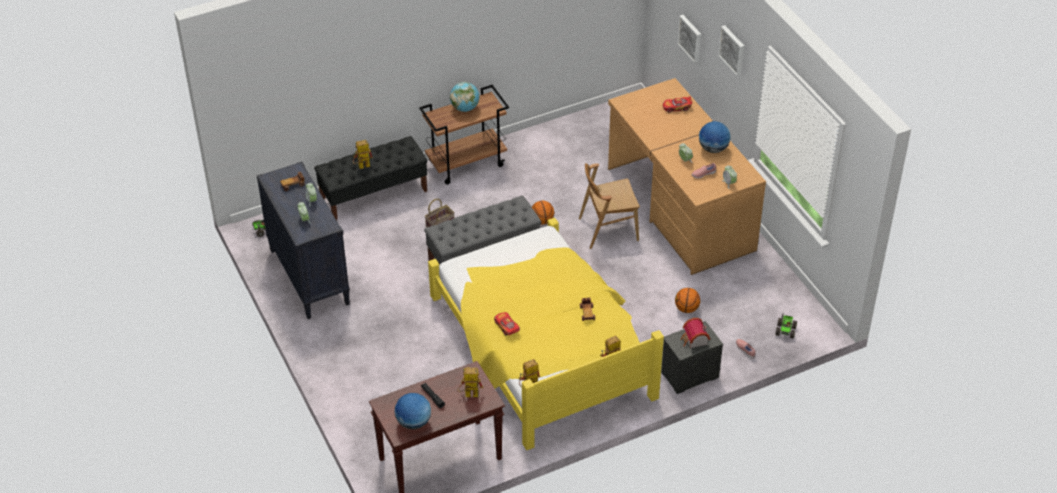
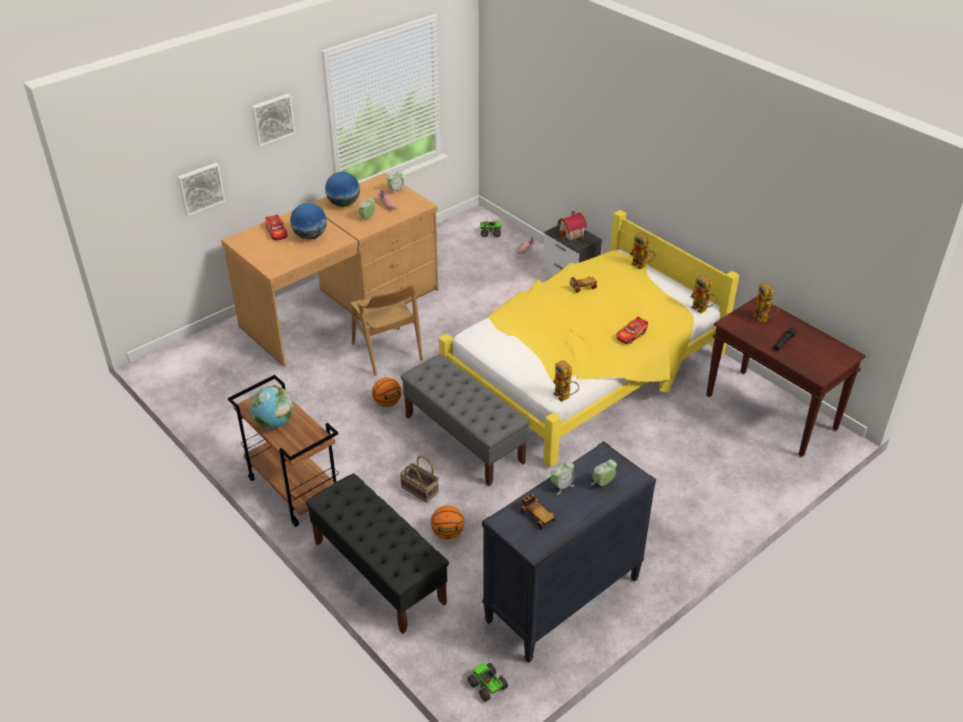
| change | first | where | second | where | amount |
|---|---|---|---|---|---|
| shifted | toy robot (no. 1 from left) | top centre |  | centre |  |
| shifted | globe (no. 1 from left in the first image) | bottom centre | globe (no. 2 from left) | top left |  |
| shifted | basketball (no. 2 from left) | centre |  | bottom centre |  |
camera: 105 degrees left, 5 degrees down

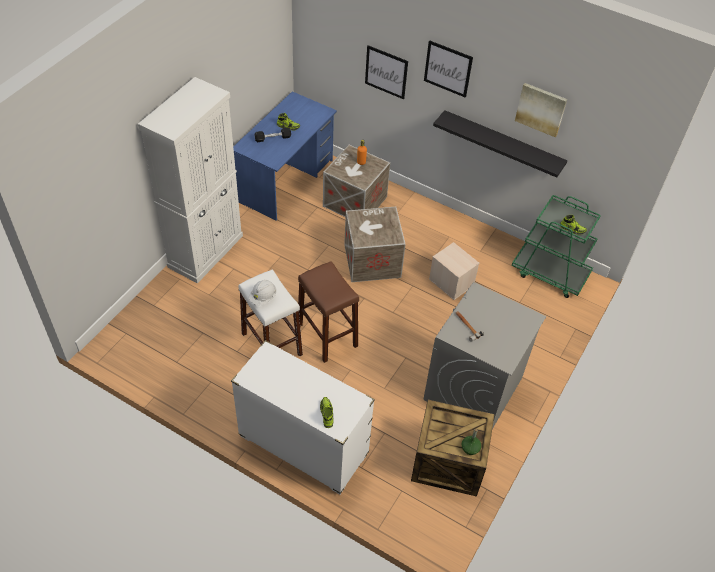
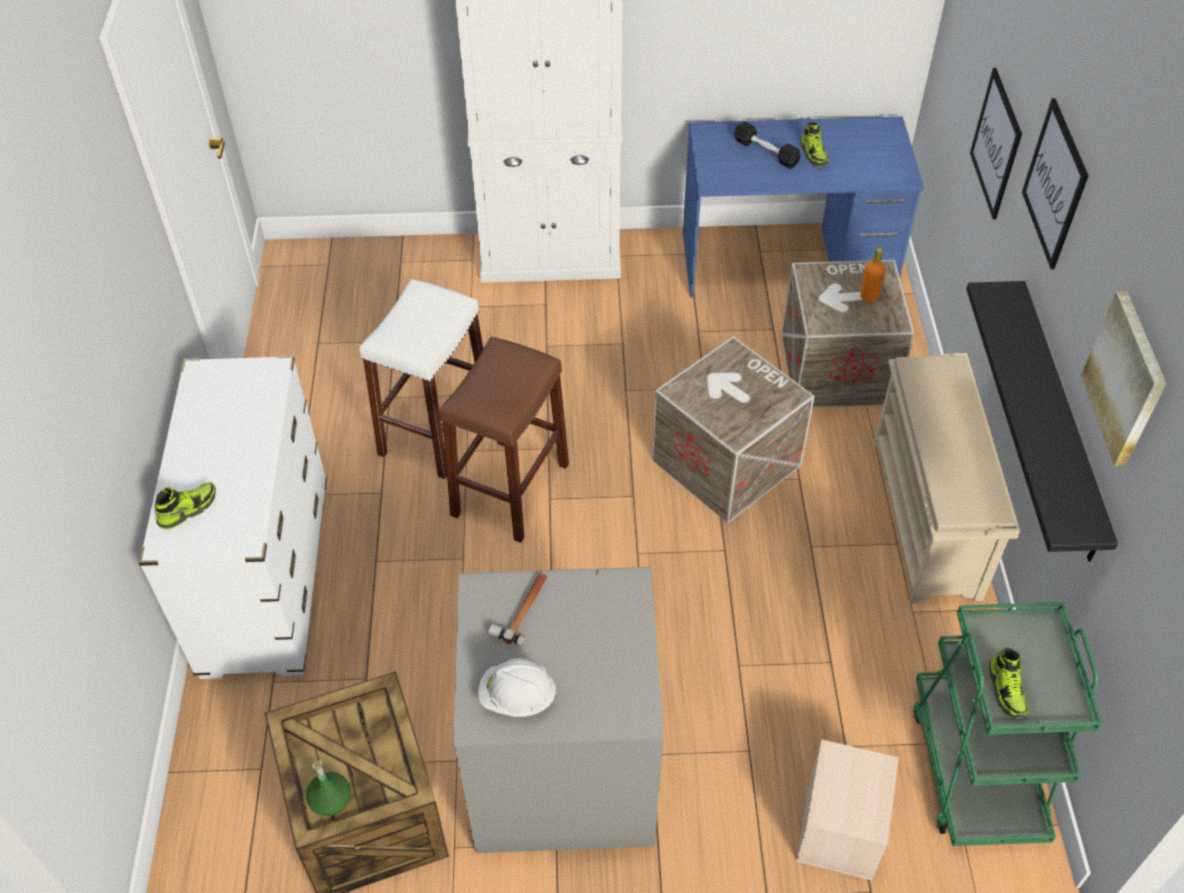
| change | first | where | second | where | amount |
|---|---|---|---|---|---|
| new |  |  | beige shoe rack | middle right |  |
| shifted | white hard hat | centre |  | bottom centre |  |
| shifted | beige storage box | centre |  | bottom right |  |
camera: 60 degrees right, 0 degrees up

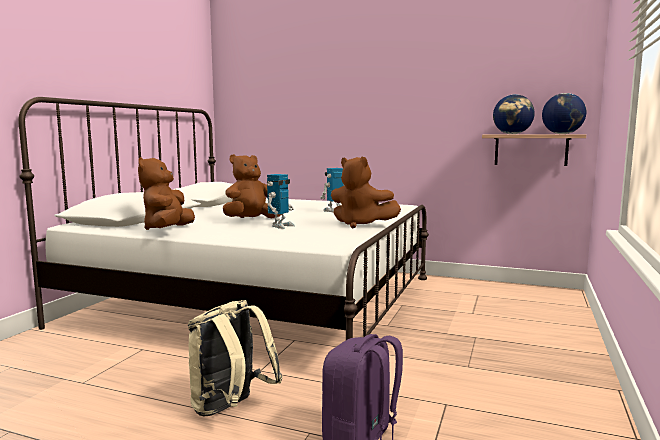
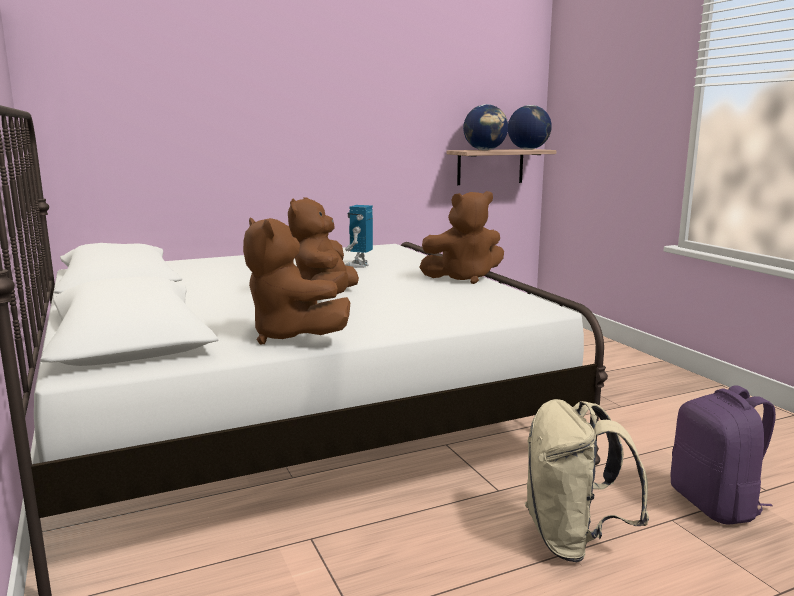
| change | first | where | second | where | amount |
|---|---|---|---|---|---|
| gone | toy robot (no. 1 from left) | centre |  |  |  |
camera: 45 degrees left, 5 degrees up

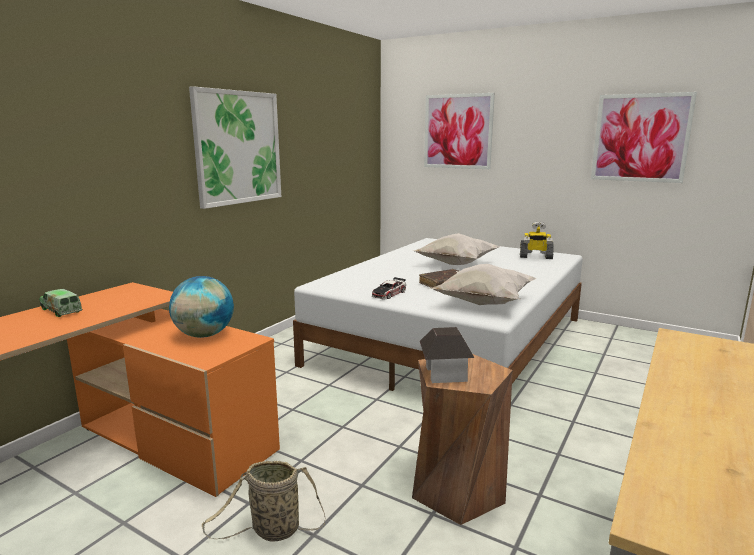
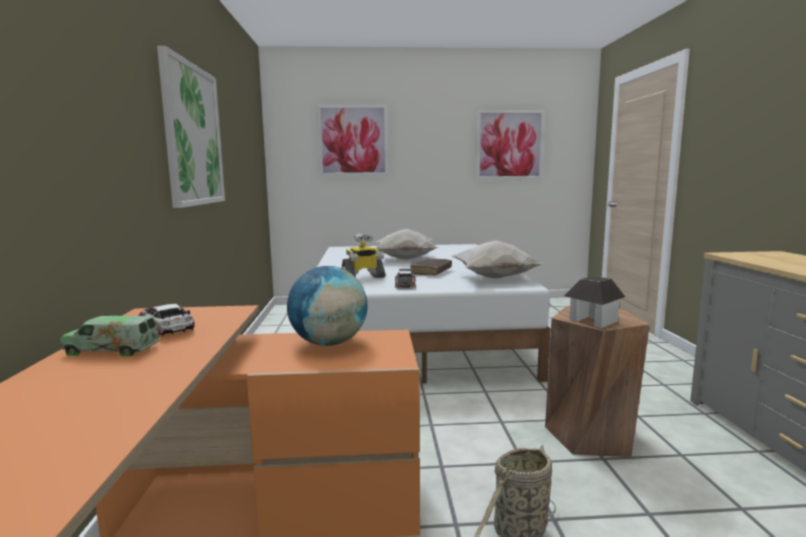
| change | first | where | second | where | amount |
|---|---|---|---|---|---|
| new |  |  | toy car (no. 1 from left) | middle left |  |
| shifted | toy robot | middle right |  | centre |  |
camera: 35 degrees left, 5 degrees down

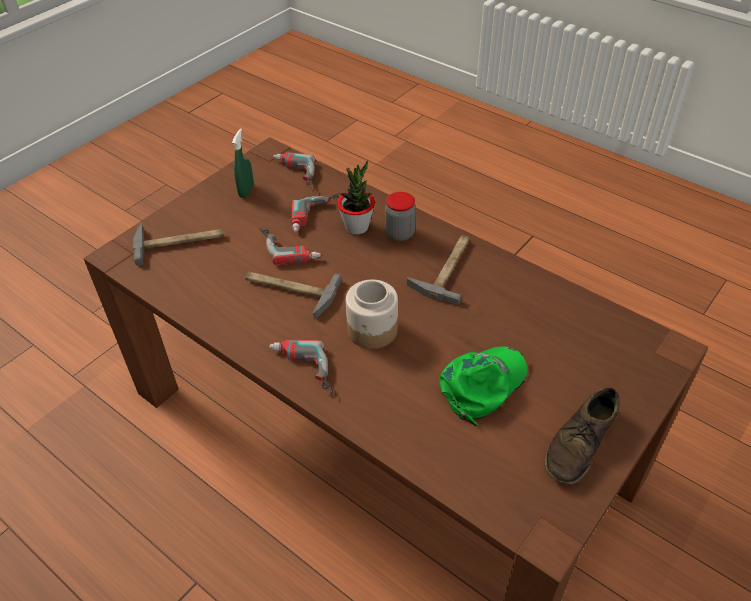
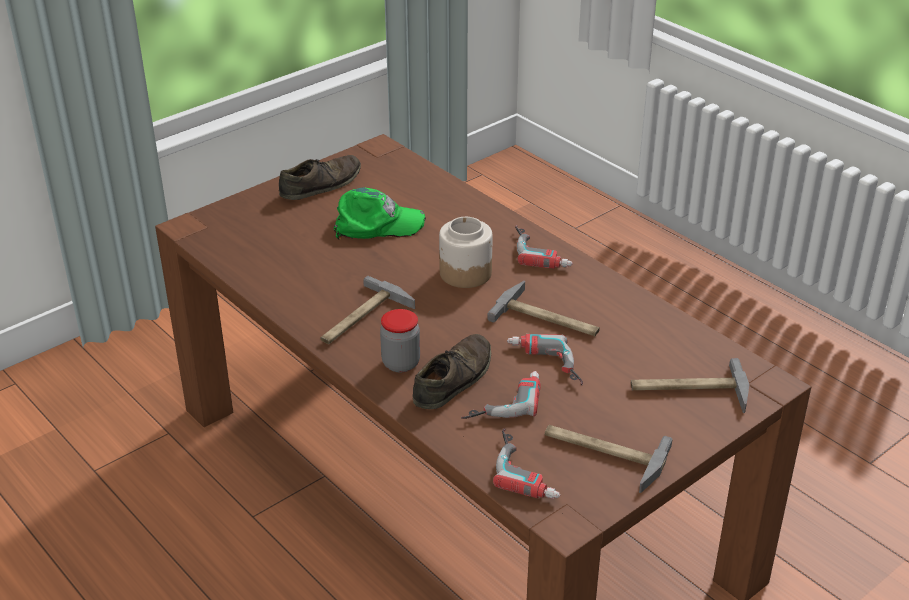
| change | first | where | second | where | amount |
|---|---|---|---|---|---|
| swapped | green spray bottle | top left | hammer (no. 3 from left) | bottom right |  |
| swapped | potted plant | top centre | brown shoe (no. 2 from left) | centre |  |
| rotated | green cap | centre |  | centre | 150 degrees counterclockwise |
camera: 170 degrees left, 10 degrees down

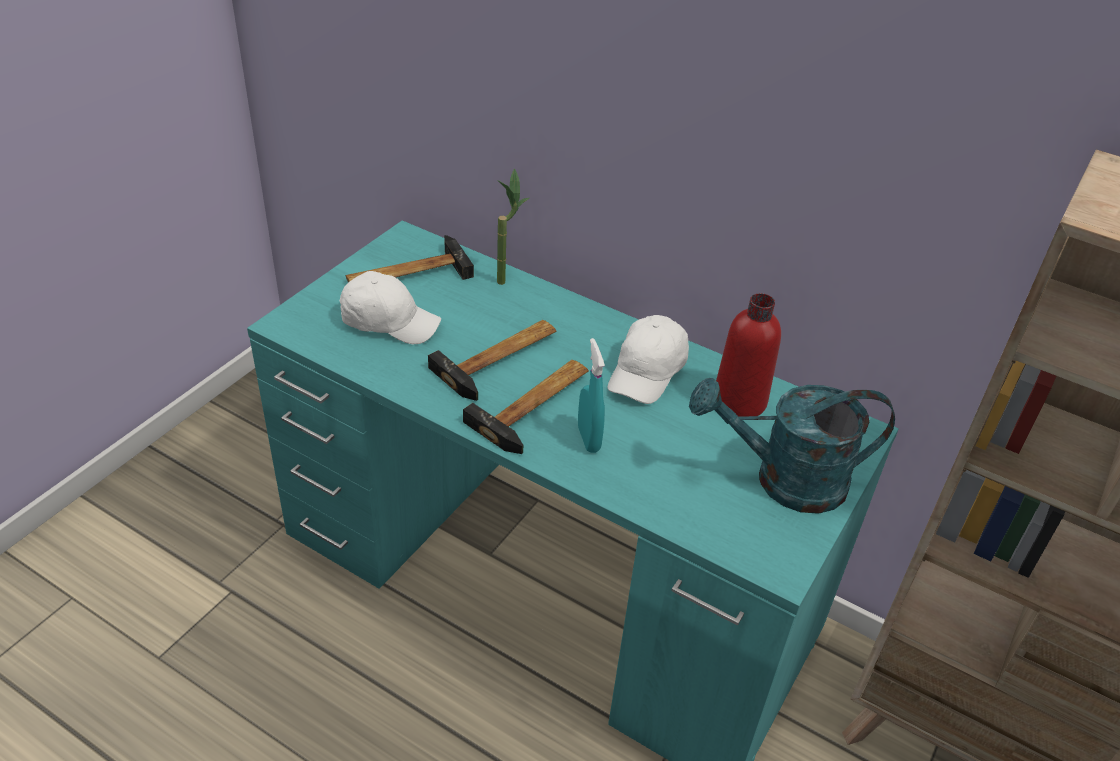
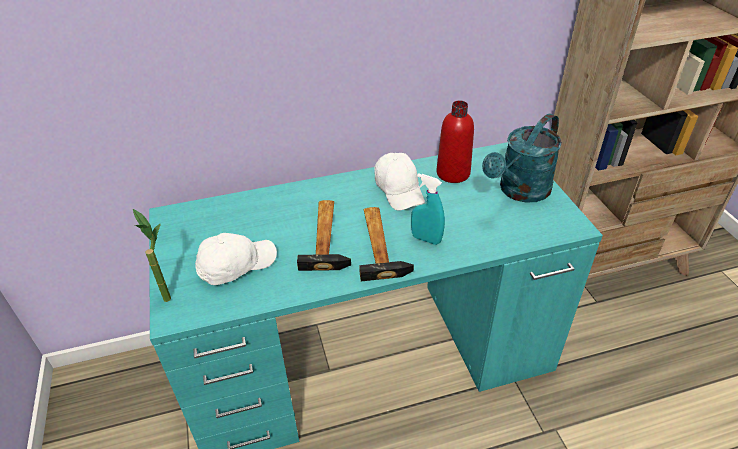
| change | first | where | second | where | amount |
|---|---|---|---|---|---|
| gone | hammer (no. 1 from left) | centre |  |  |  |
| shifted | potted plant | top centre |  | middle left |  |
camera: 45 degrees left, 0 degrees up

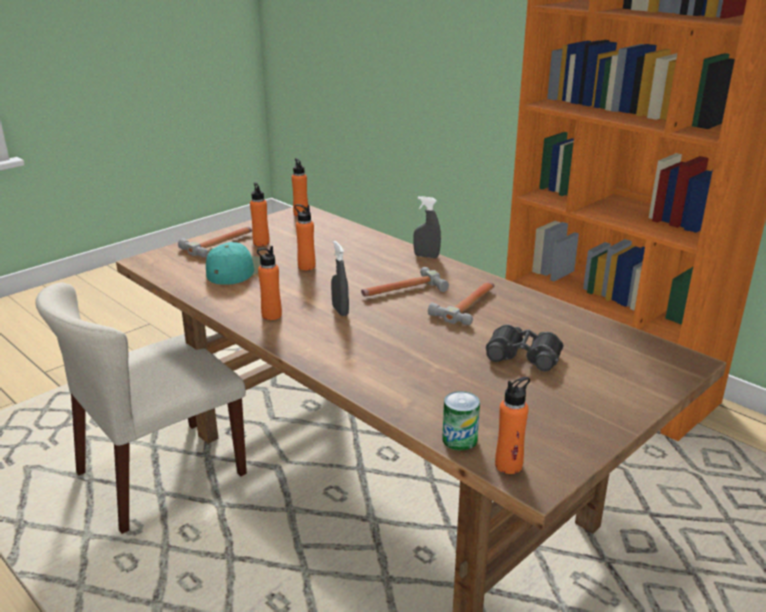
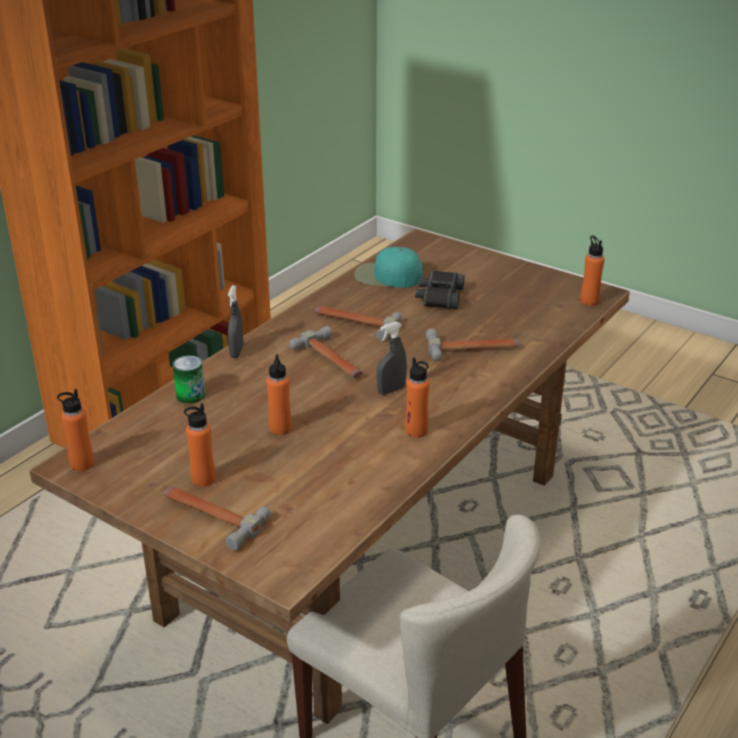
| change | first | where | second | where | amount |
|---|---|---|---|---|---|
| new |  |  | hammer (no. 4 from left) | centre |  |
| shifted | turquoise cap | middle left |  | centre |  |
| shifted | can | bottom centre |  | middle left |  |
camera: 100 degrees left, 5 degrees up

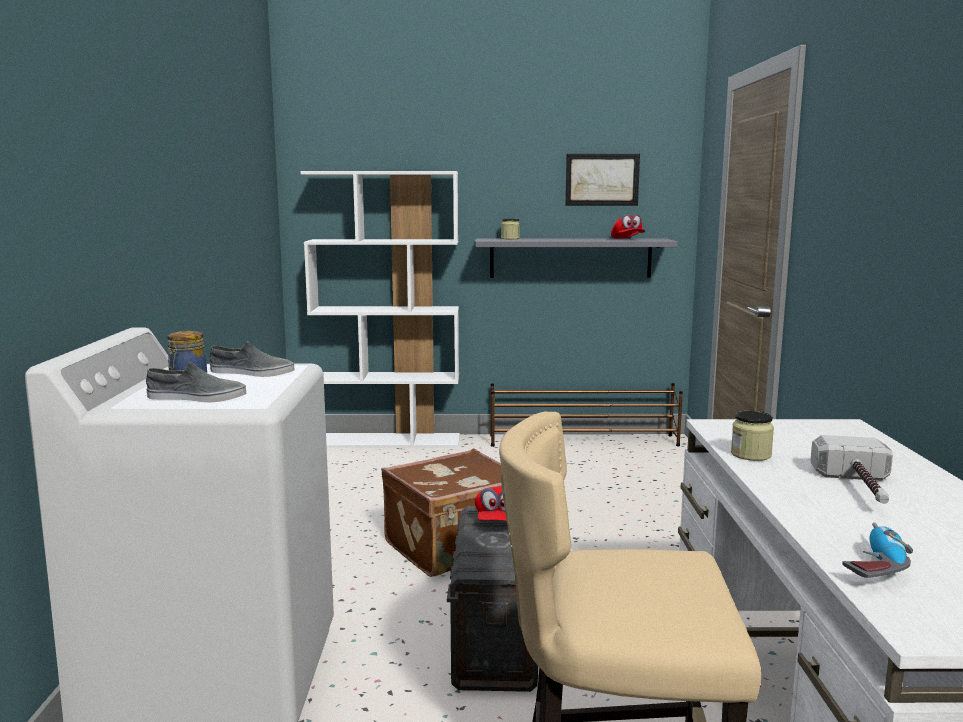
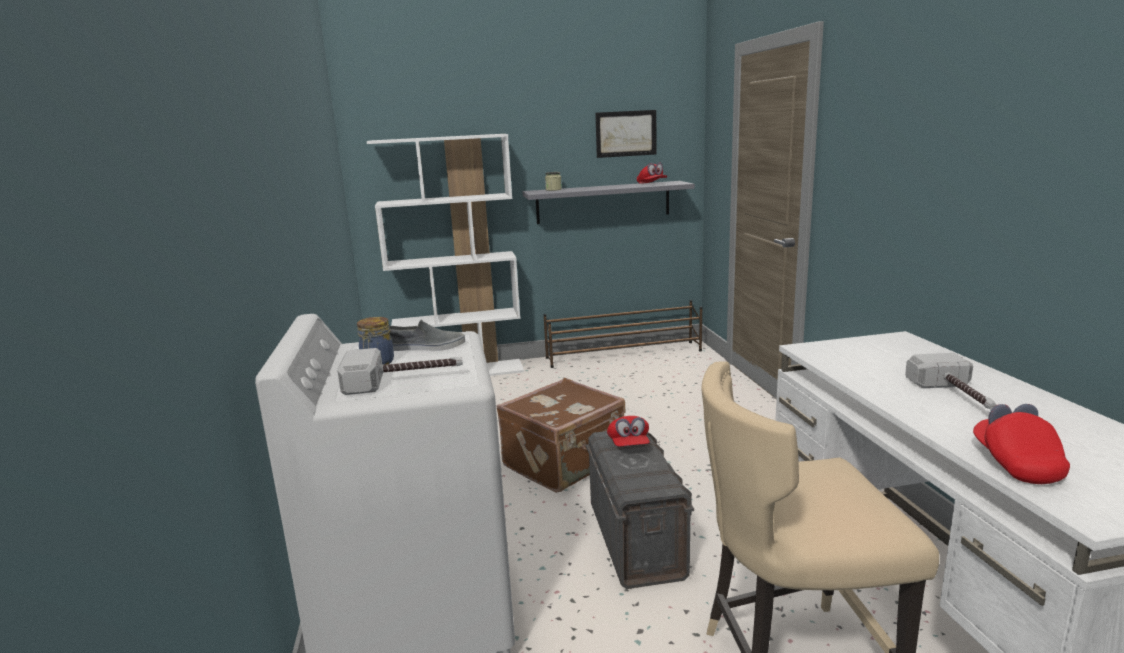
| change | first | where | second | where | amount |
|---|---|---|---|---|---|
| gone | jar (no. 3 from left) | middle right |  |  |  |
| swapped | grey shoe (no. 1 from left) | middle left | hammer (no. 1 from left) | centre |  |
| swapped | power drill | bottom right | red cap (no. 3 from left) | bottom right |  |
camera: 10 degrees left, 5 degrees up

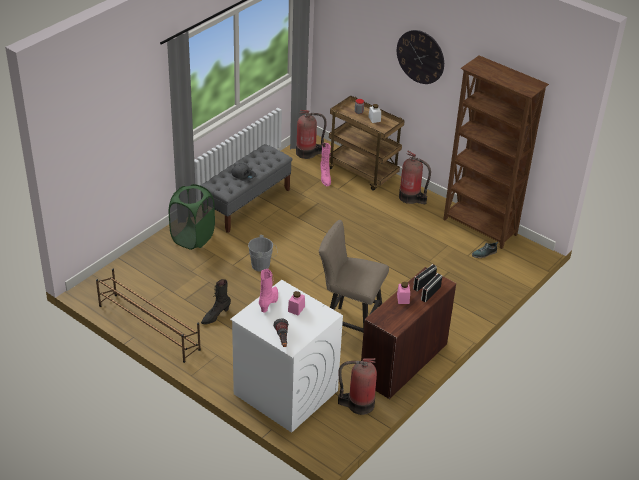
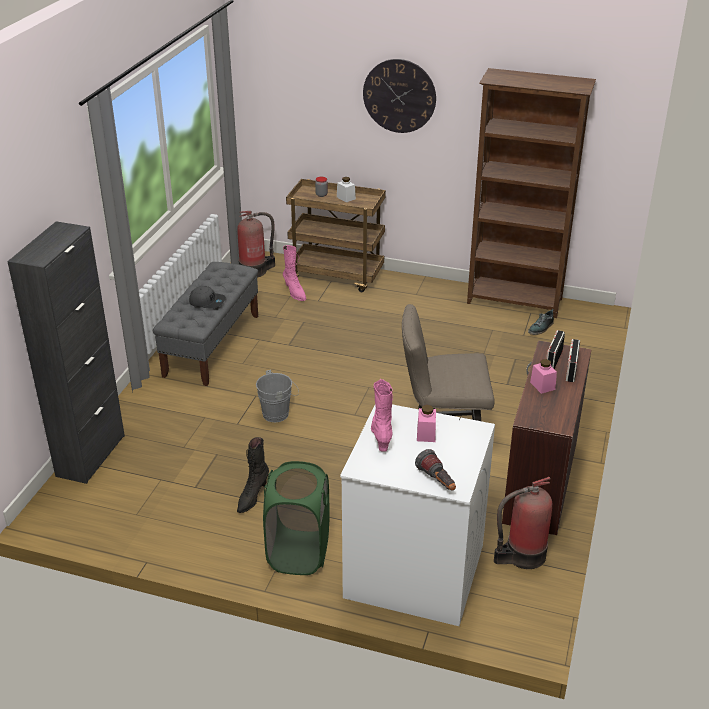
| change | first | where | second | where | amount |
|---|---|---|---|---|---|
| gone | brown shoe rack | middle left |  |  |  |
| gone | fire extinguisher (no. 3 from left) | centre |  |  |  |
| new |  |  | black cabinet | middle left |  |
| shifted | green laundry basket | middle left |  | bottom centre |  |
camera: 20 degrees left, 5 degrees down

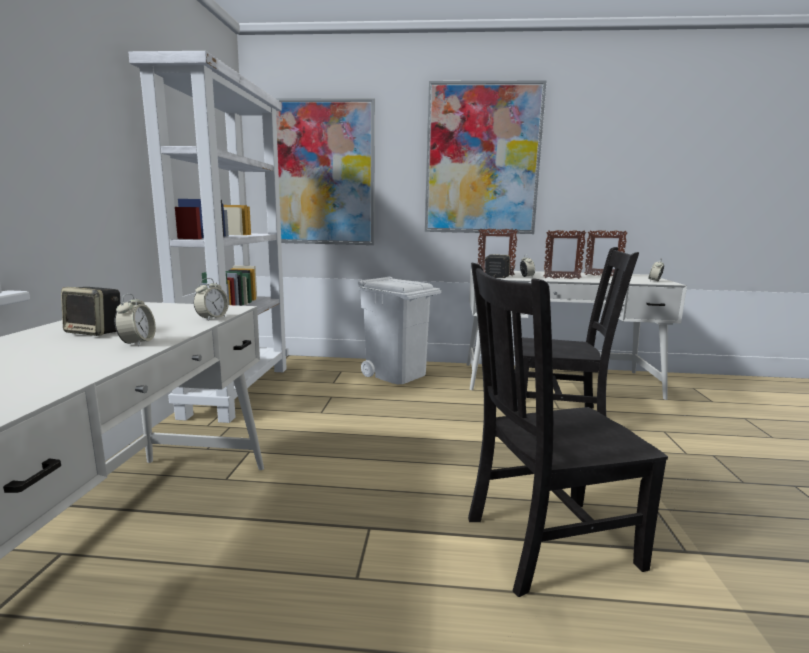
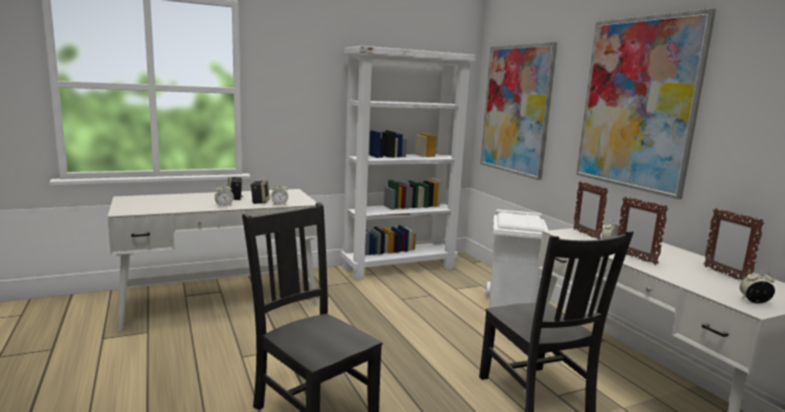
| change | first | where | second | where | amount |
|---|---|---|---|---|---|
| shifted | speaker (no. 2 from left) | centre |  | middle left |  |
camera: 60 degrees right, 0 degrees up

